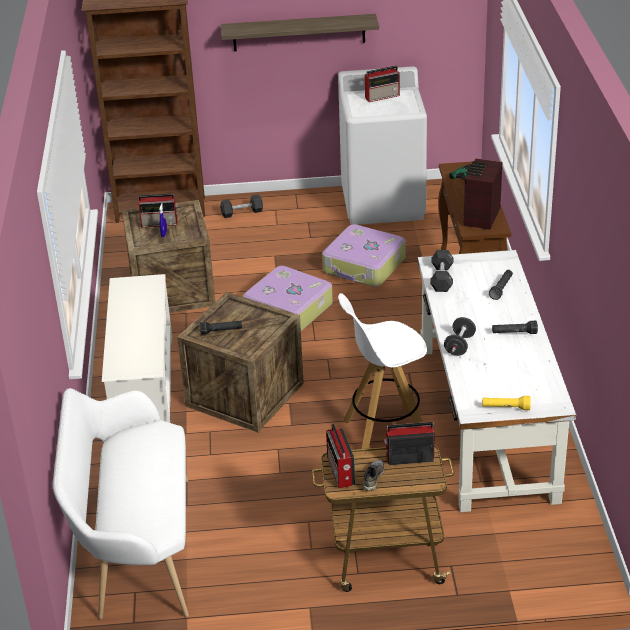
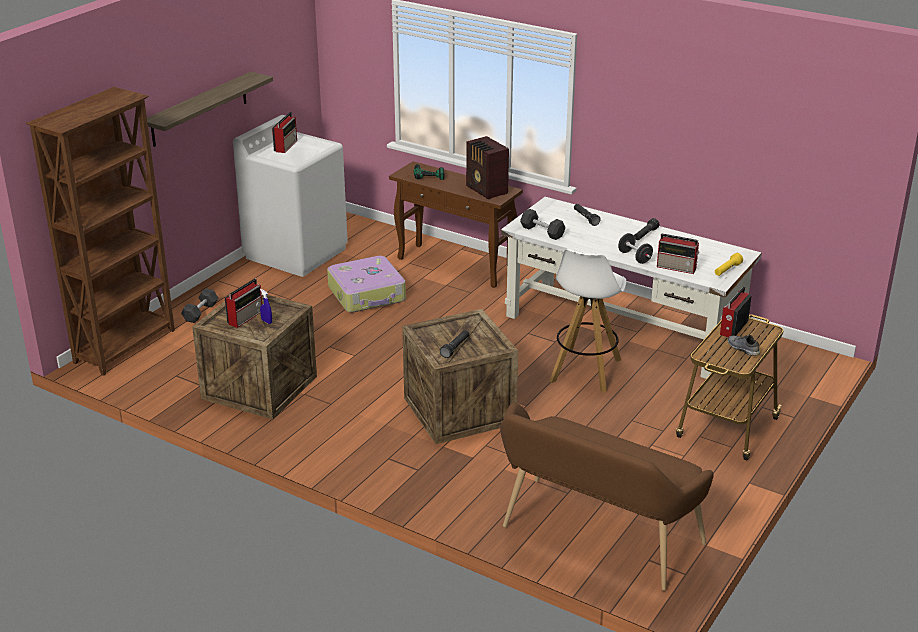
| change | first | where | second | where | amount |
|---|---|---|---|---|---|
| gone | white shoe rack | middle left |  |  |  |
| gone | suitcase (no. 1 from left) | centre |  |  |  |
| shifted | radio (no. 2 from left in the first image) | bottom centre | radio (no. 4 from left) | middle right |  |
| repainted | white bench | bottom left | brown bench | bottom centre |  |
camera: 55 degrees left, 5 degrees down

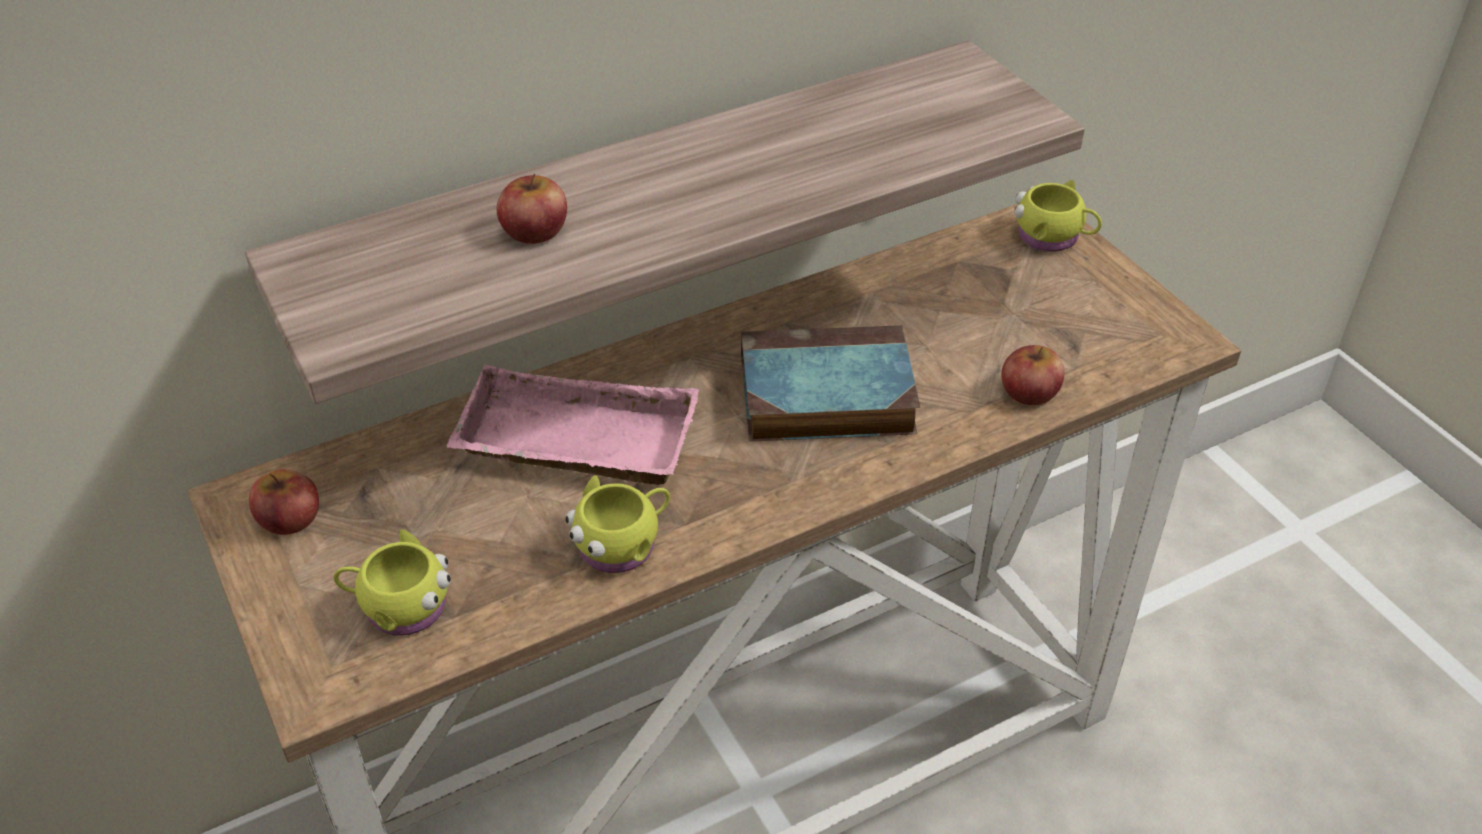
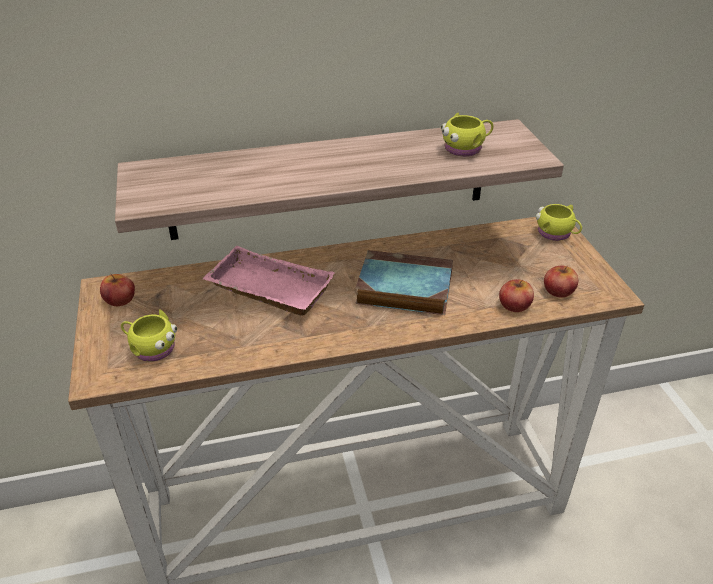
| change | first | where | second | where | amount |
|---|---|---|---|---|---|
| shifted | apple (no. 2 from left in the first image) | top centre | apple (no. 3 from left) | middle right |  |
| shifted | yellow mug (no. 2 from left) | centre |  | top centre |  |
camera: 15 degrees right, 5 degrees down

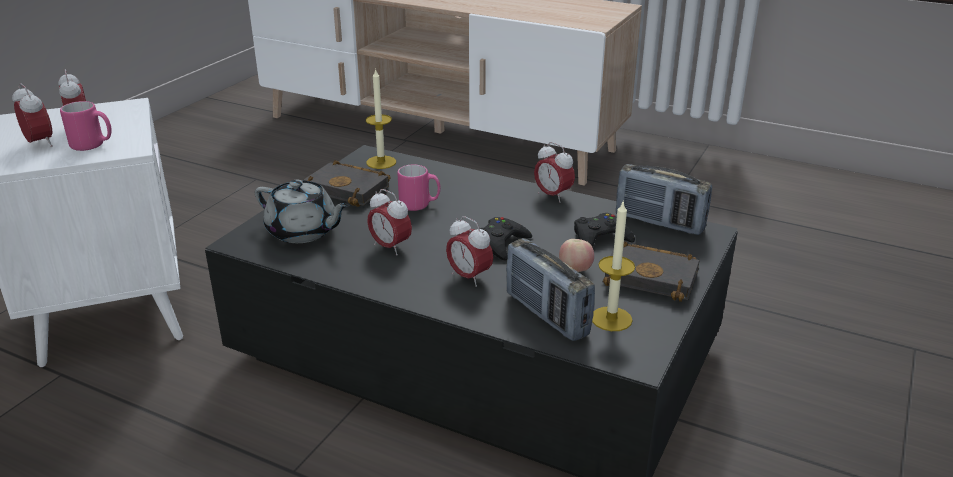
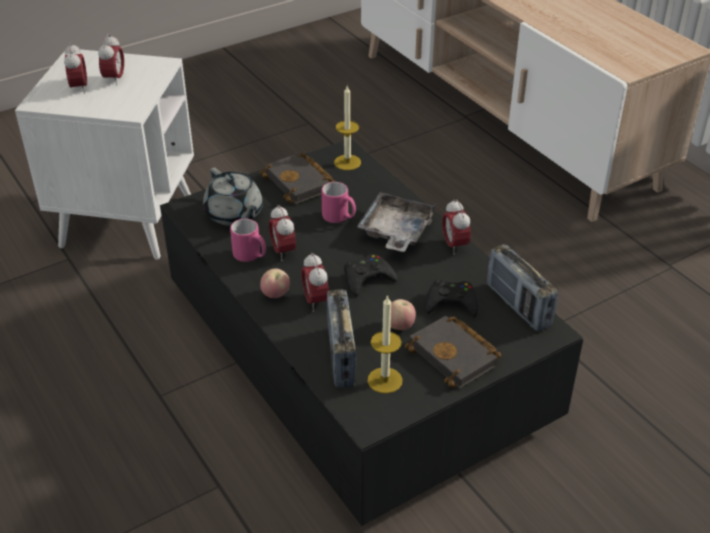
| change | first | where | second | where | amount |
|---|---|---|---|---|---|
| new |  |  | apple (no. 1 from left) | centre |  |
| new |  |  | grey tray | centre |  |
| shifted | pink mug (no. 1 from left) | top left |  | centre |  |
camera: 30 degrees right, 10 degrees up

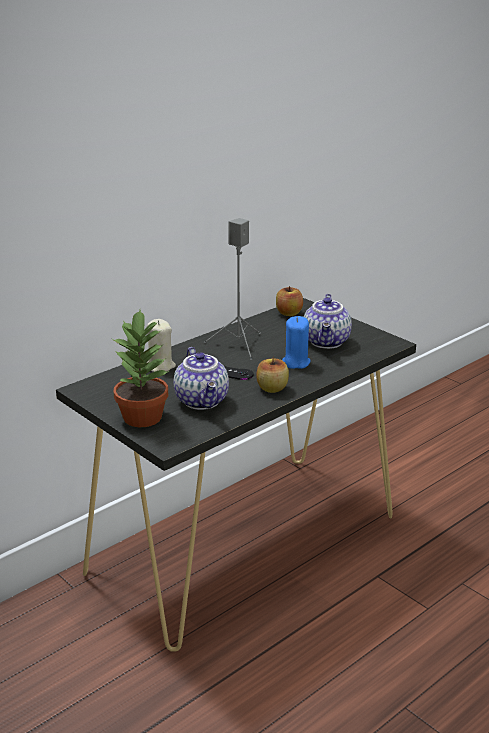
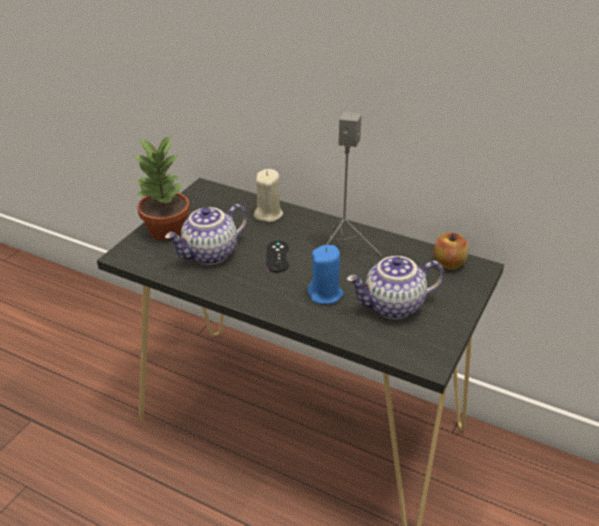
| change | first | where | second | where | amount |
|---|---|---|---|---|---|
| gone | apple (no. 1 from left) | centre |  |  |  |
camera: 70 degrees right, 10 degrees up

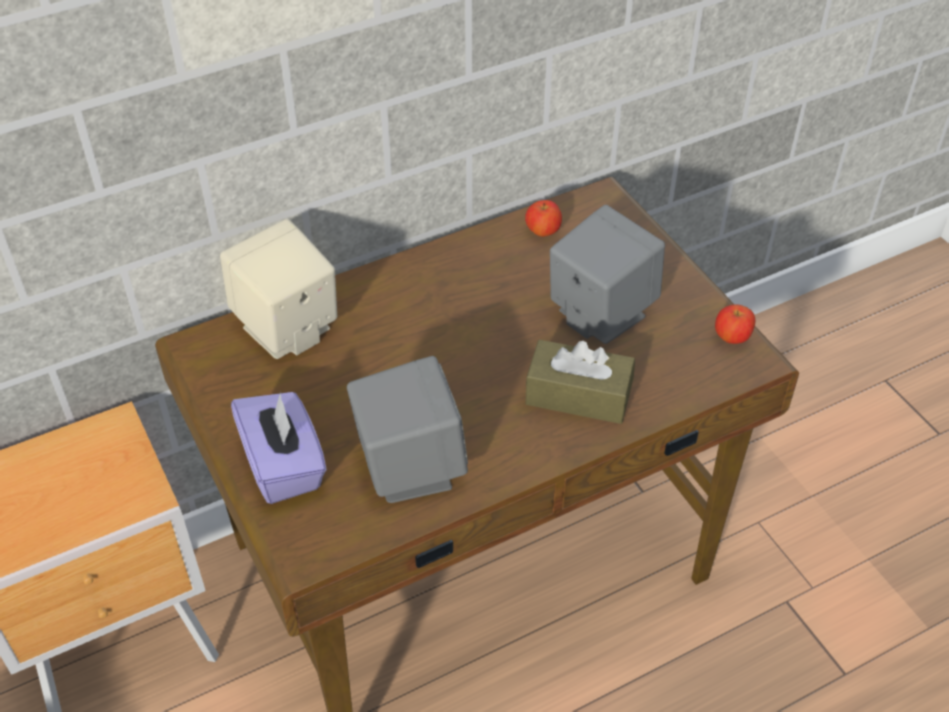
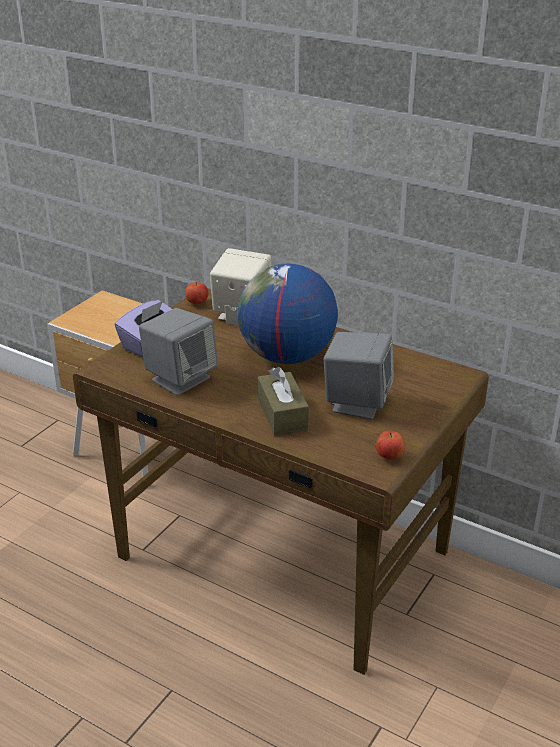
| change | first | where | second | where | amount |
|---|---|---|---|---|---|
| new |  |  | globe | centre |  |
| shifted | apple (no. 1 from left) | top centre |  | centre |  |
camera: 60 degrees right, 15 degrees down

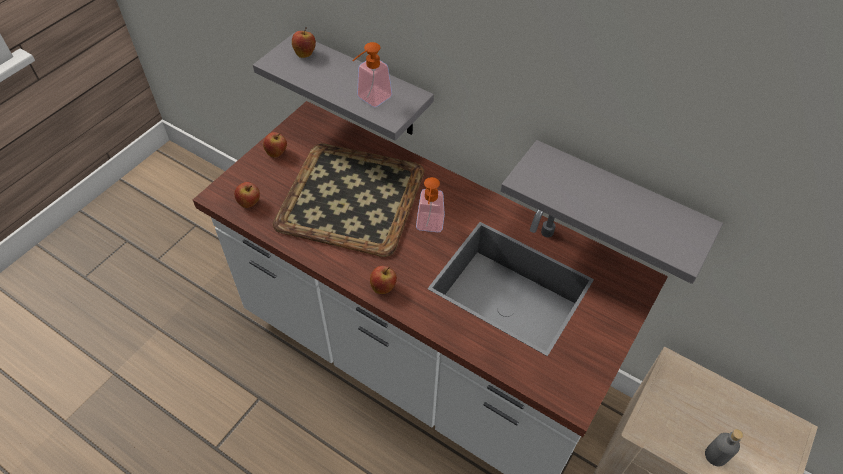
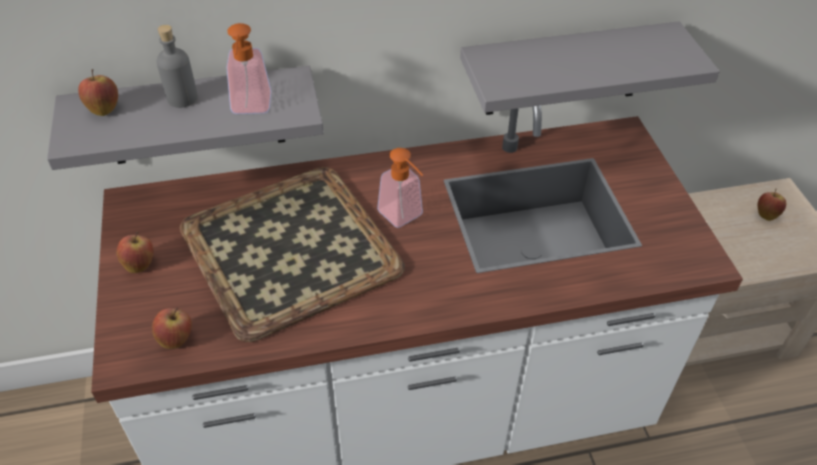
| change | first | where | second | where | amount |
|---|---|---|---|---|---|
| shifted | apple (no. 4 from left) | centre |  | middle right |  |
| shifted | grey bottle | bottom right |  | top left |  |
camera: 45 degrees left, 5 degrees down

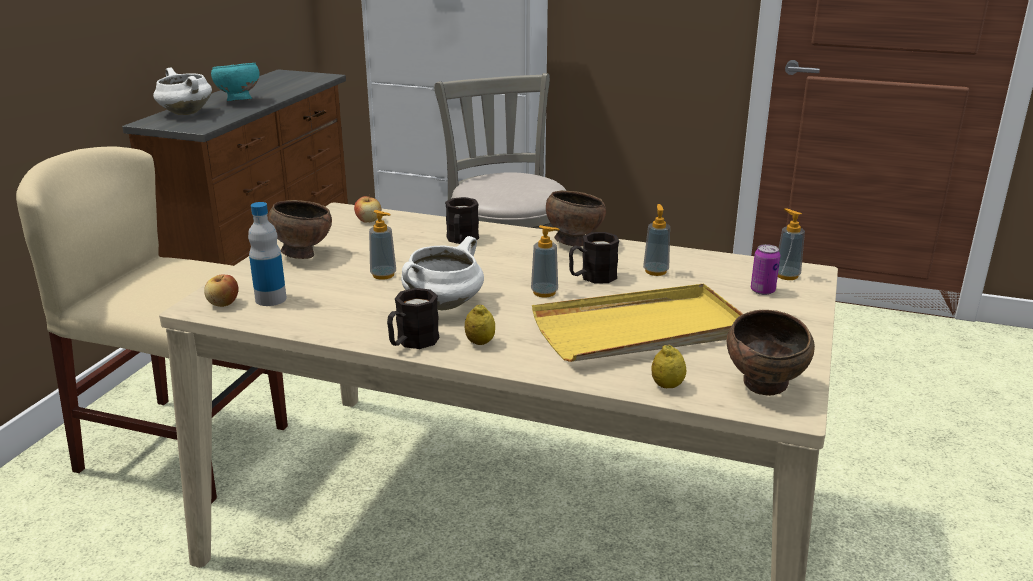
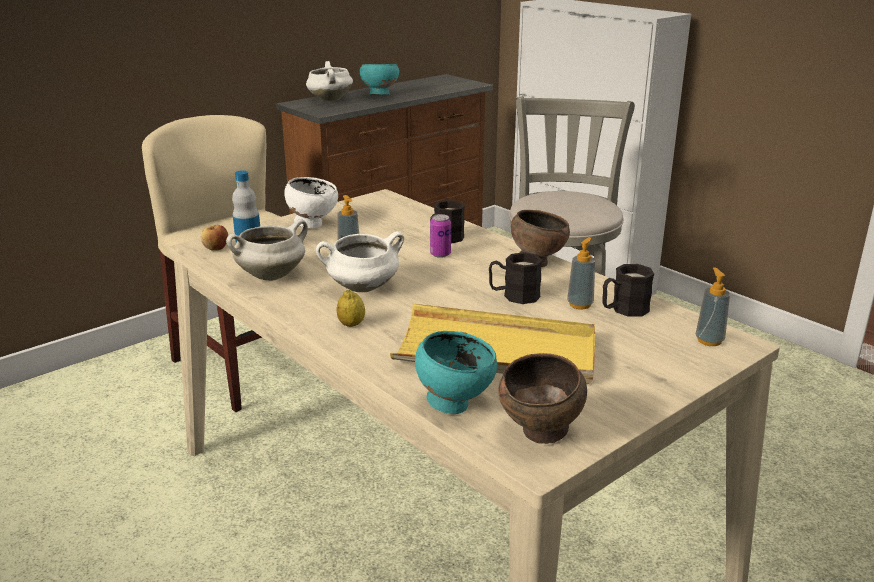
| change | first | where | second | where | amount |
|---|---|---|---|---|---|
| gone | apple (no. 2 from left) | centre |  |  |  |
| gone | soap dispenser (no. 2 from left) | centre |  |  |  |
| new |  |  | white cooking pot (no. 1 from left) | middle left |  |
| shifted | black mug (no. 1 from left in the first image) | centre | black mug (no. 3 from left) | middle right |  |
| shifted | can | middle right |  | centre |  |
| swapped | lemon (no. 2 from left) | centre | turquoise bowl (no. 2 from left) | centre |  |
| repainted | brown bowl (no. 1 from left) | middle left | white bowl | centre |  |
camera: 30 degrees right, 0 degrees up

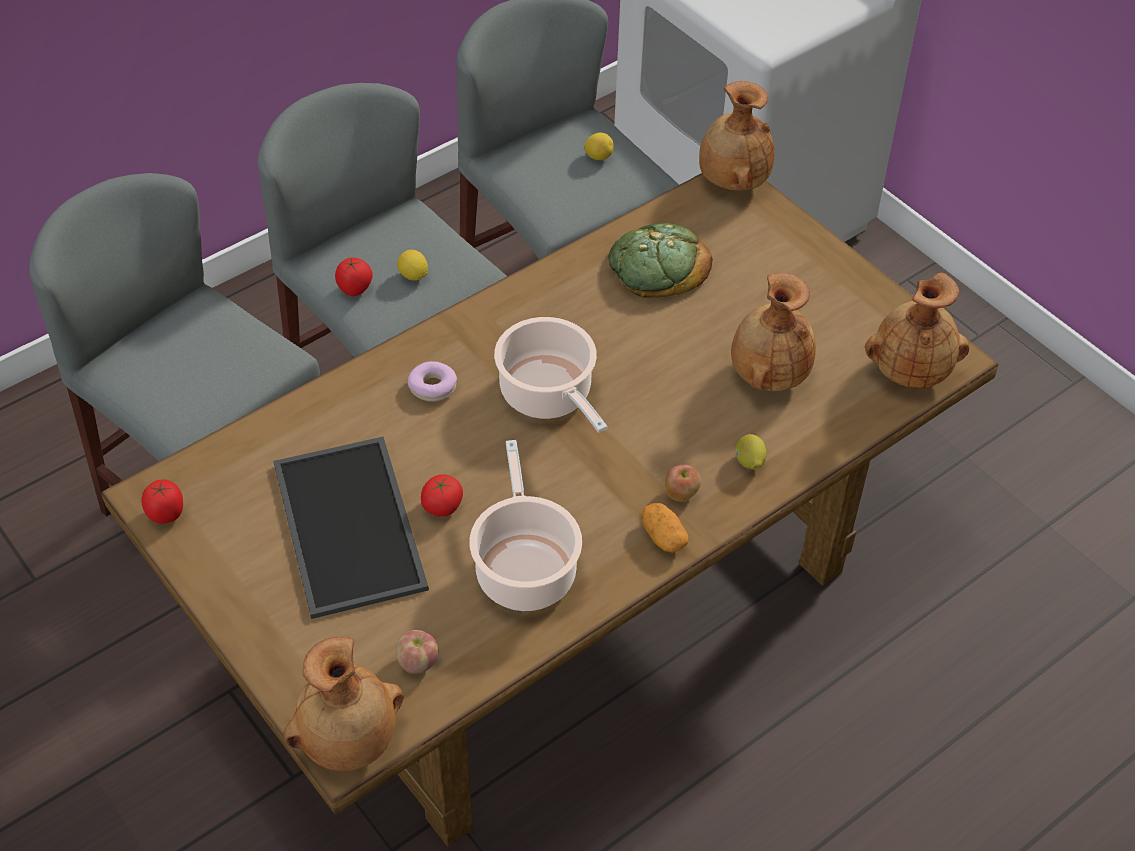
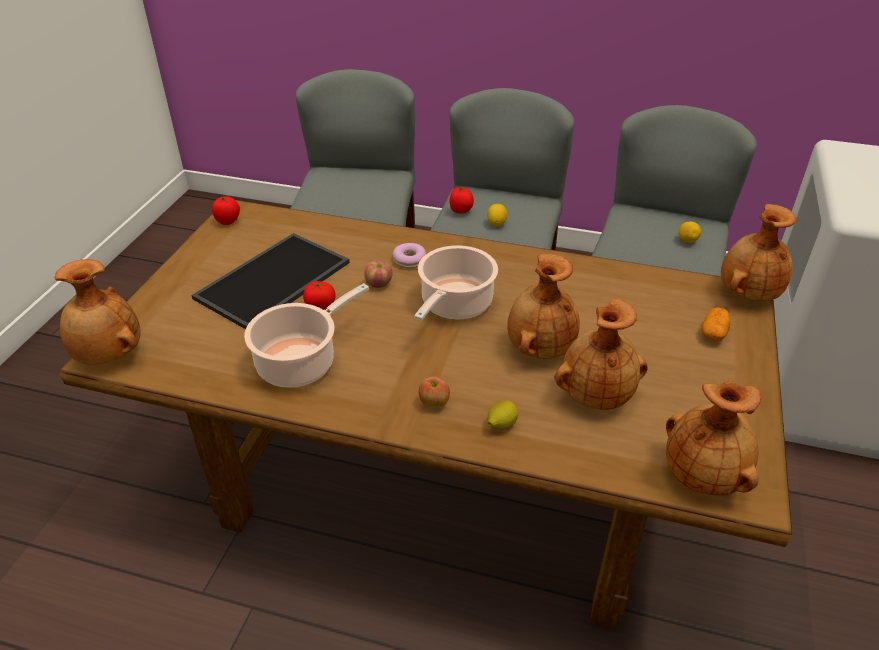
| change | first | where | second | where | amount |
|---|---|---|---|---|---|
| gone | bread | top centre |  |  |  |
| new |  |  | brown vase (no. 2 from left) | centre |  |
| shifted | apple (no. 1 from left) | bottom centre |  | centre |  |
| shifted | potato | centre |  | middle right |  |
camera: 55 degrees right, 10 degrees down

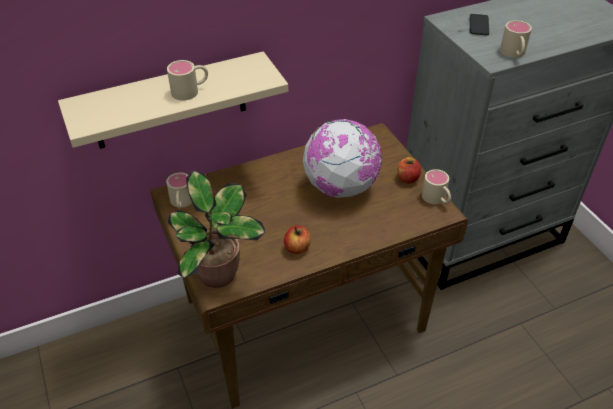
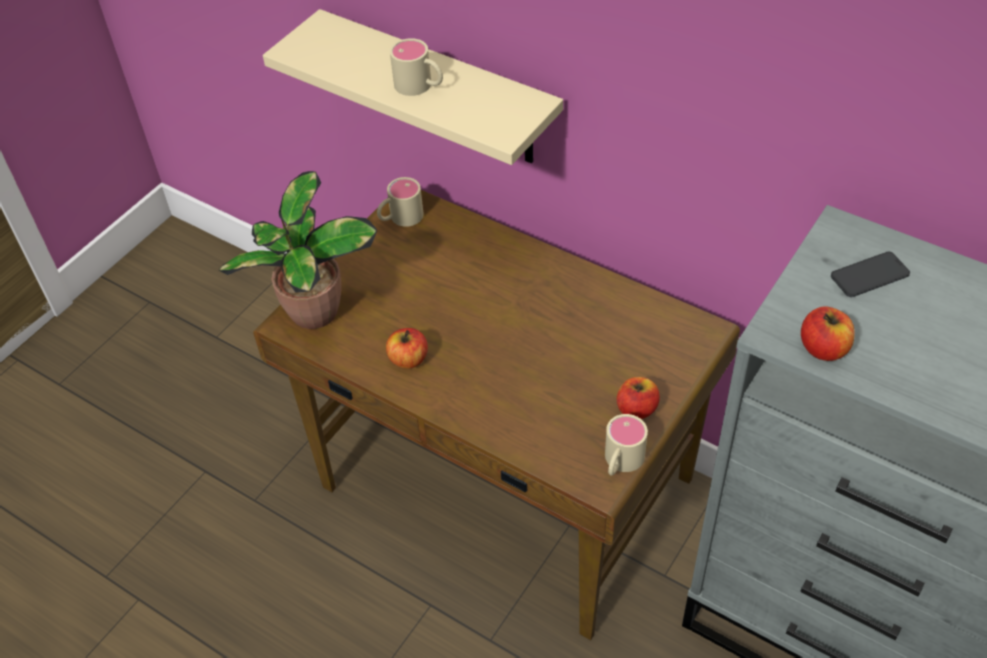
| change | first | where | second | where | amount |
|---|---|---|---|---|---|
| gone | globe | centre |  |  |  |
| swapped | beige mug (no. 4 from left) | top right | apple (no. 3 from left) | middle right |  |
camera: 60 degrees right, 5 degrees up

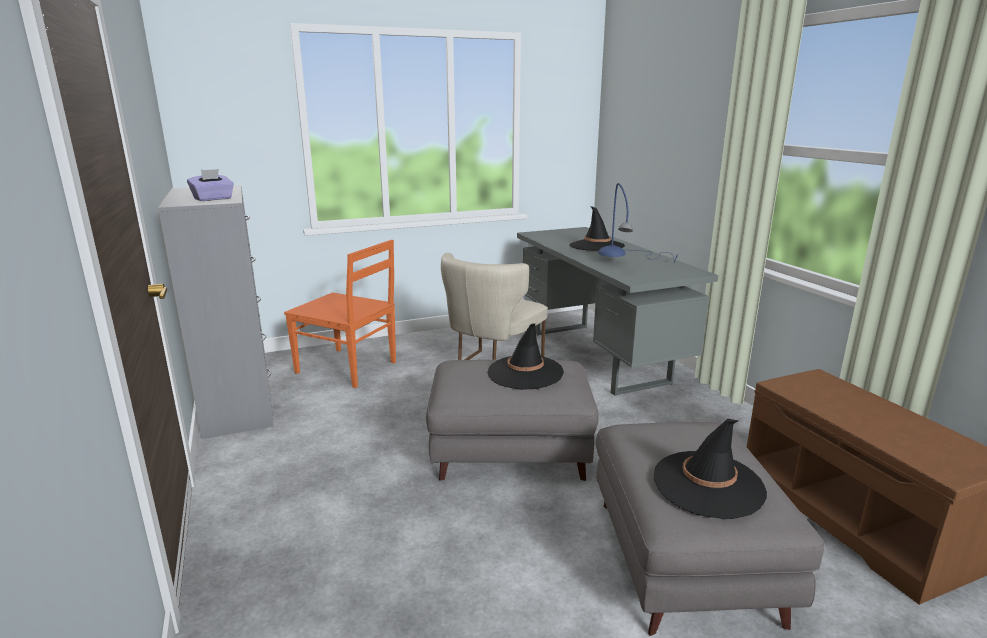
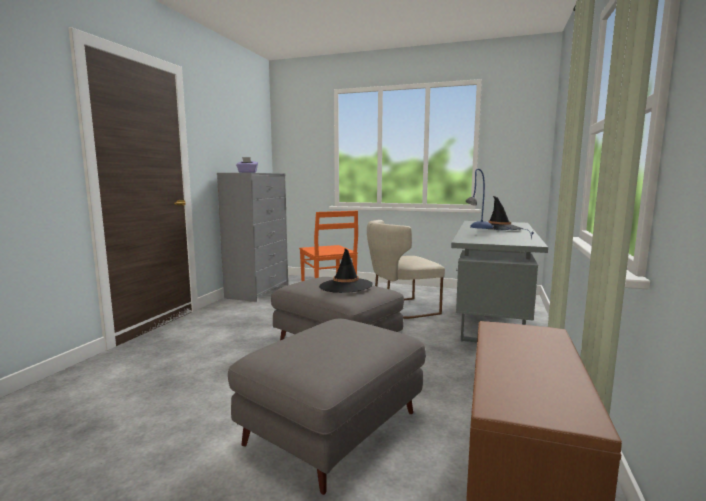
| change | first | where | second | where | amount |
|---|---|---|---|---|---|
| gone | black hat (no. 3 from left) | bottom right |  |  |  |
camera: 40 degrees right, 10 degrees down

